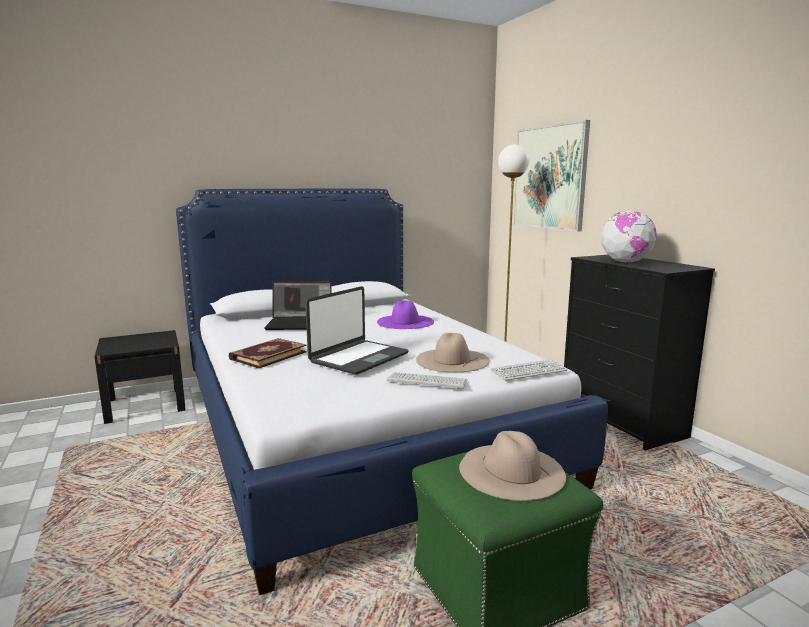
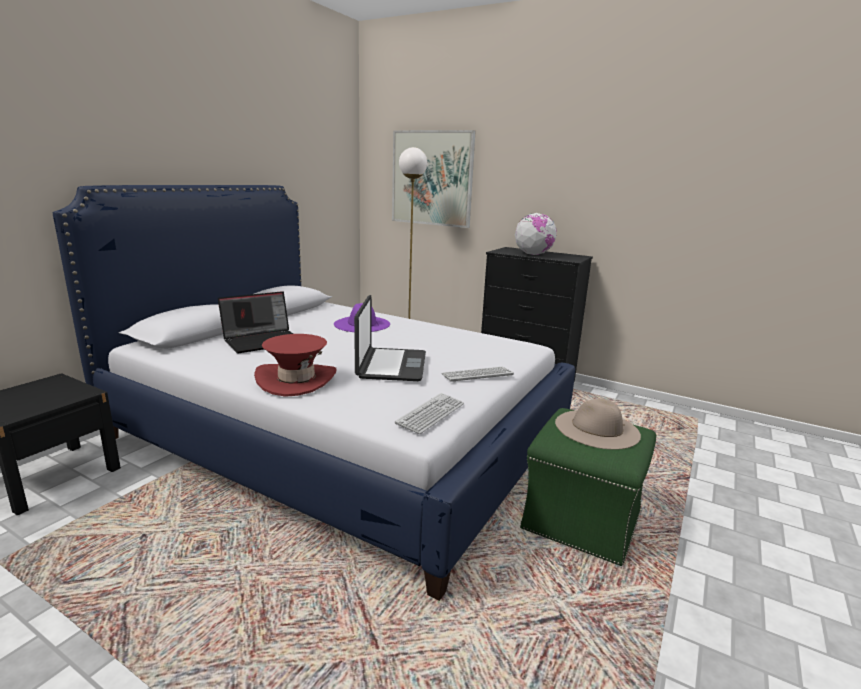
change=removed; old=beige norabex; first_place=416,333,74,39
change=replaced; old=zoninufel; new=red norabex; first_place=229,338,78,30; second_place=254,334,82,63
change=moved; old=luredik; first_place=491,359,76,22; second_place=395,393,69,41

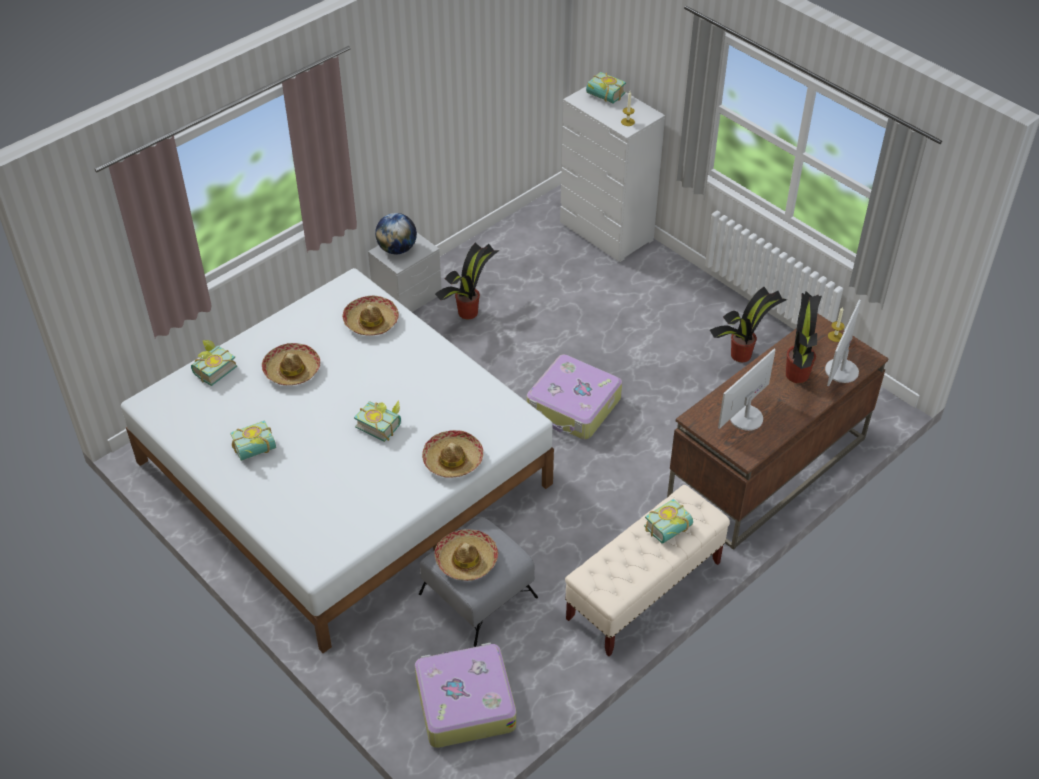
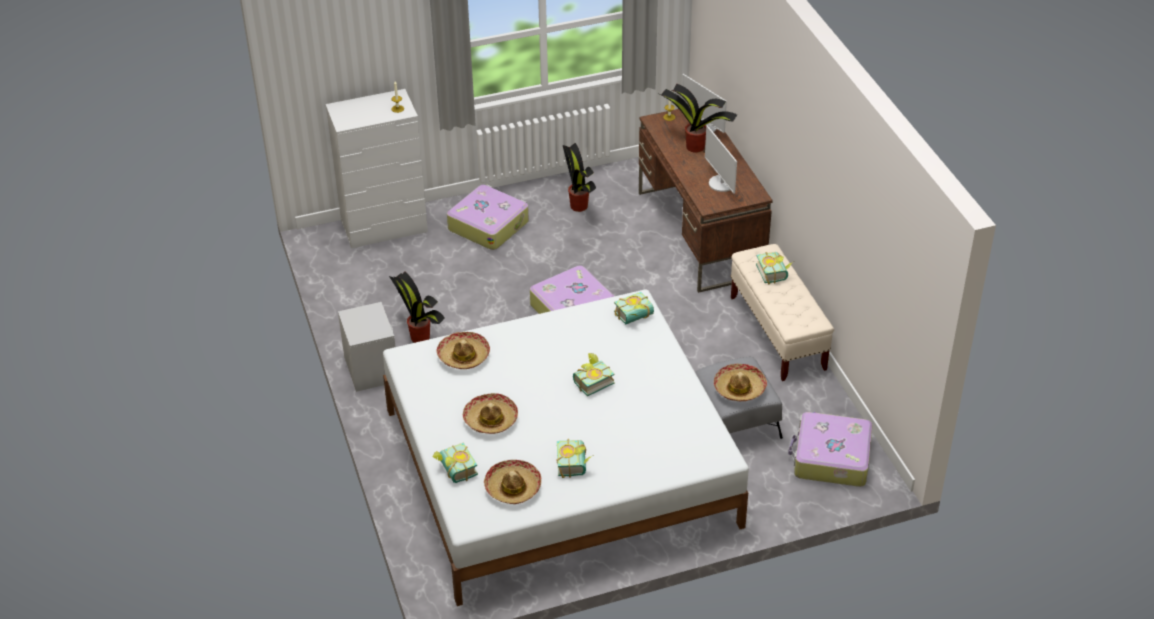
change=moved; old=zoninufel; first_place=586,72,40,32; second_place=614,292,40,33
change=removed; old=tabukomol; first_place=375,213,42,41
change=moved; old=norabex; first_place=422,430,61,48; second_place=484,460,57,44
change=added; new=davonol; second_place=447,185,82,65

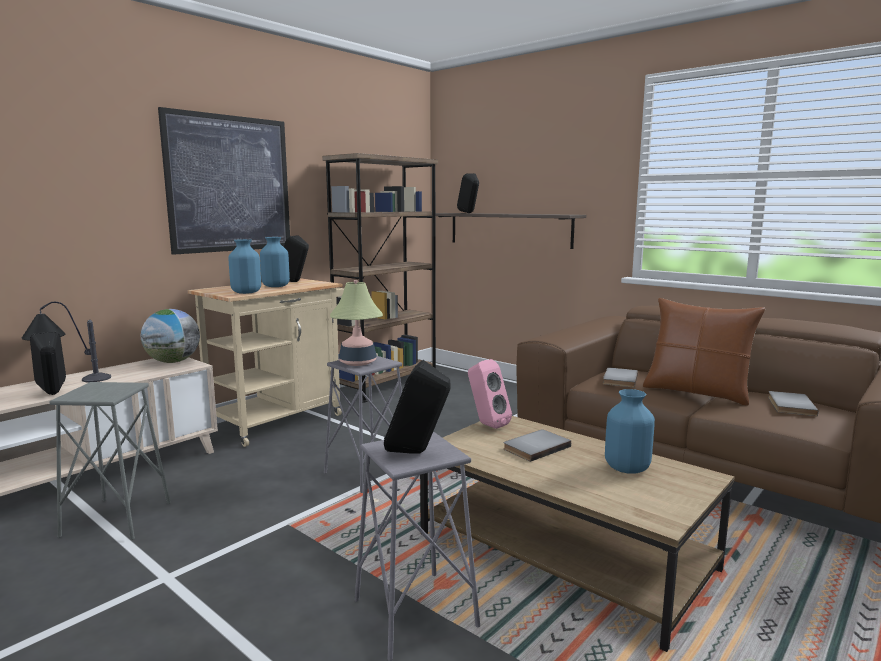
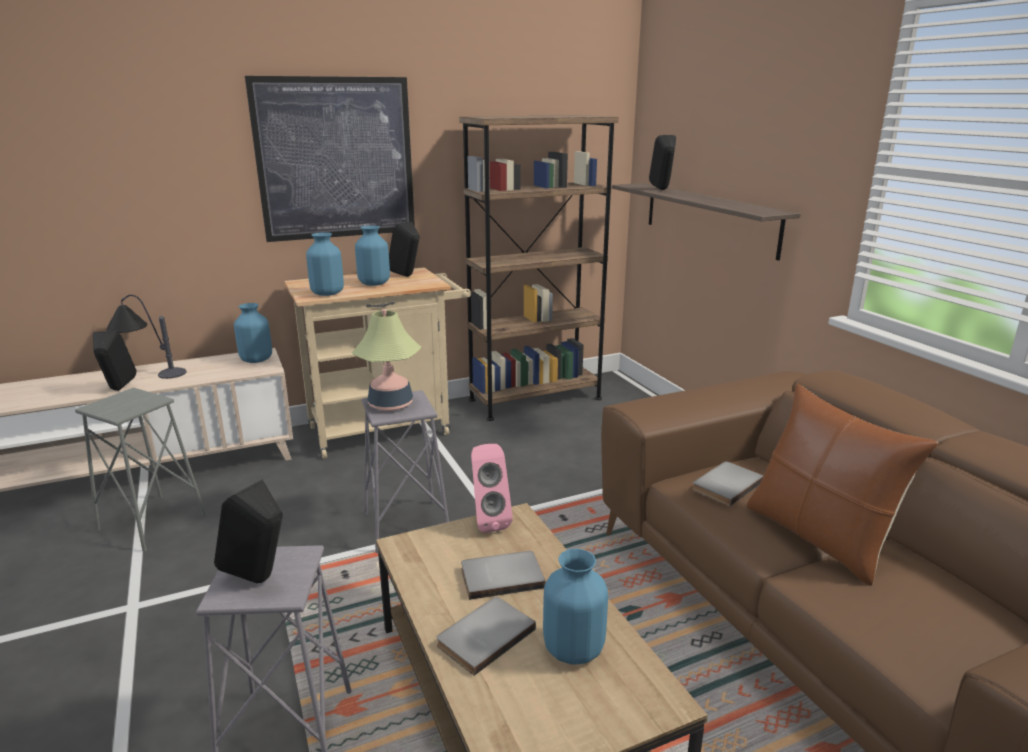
change=replaced; old=tabukomol; new=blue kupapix; first_place=141,309,59,54; second_place=234,303,38,60
change=moved; old=grey zoninufel; first_place=768,391,50,25; second_place=437,597,99,79

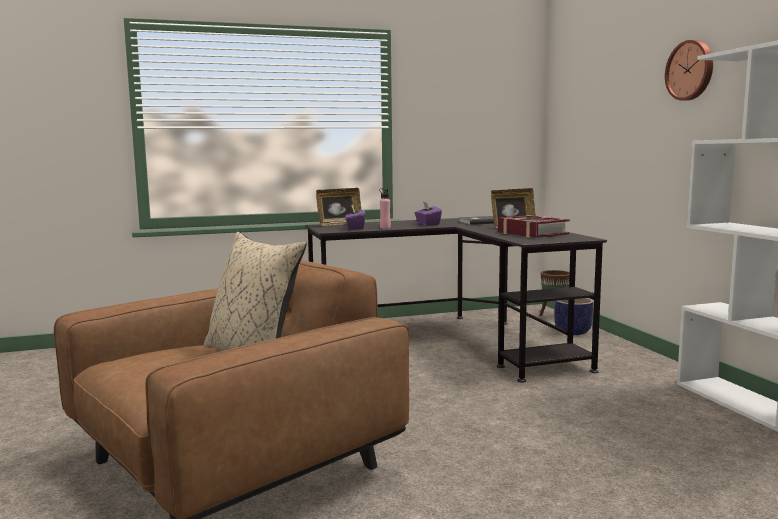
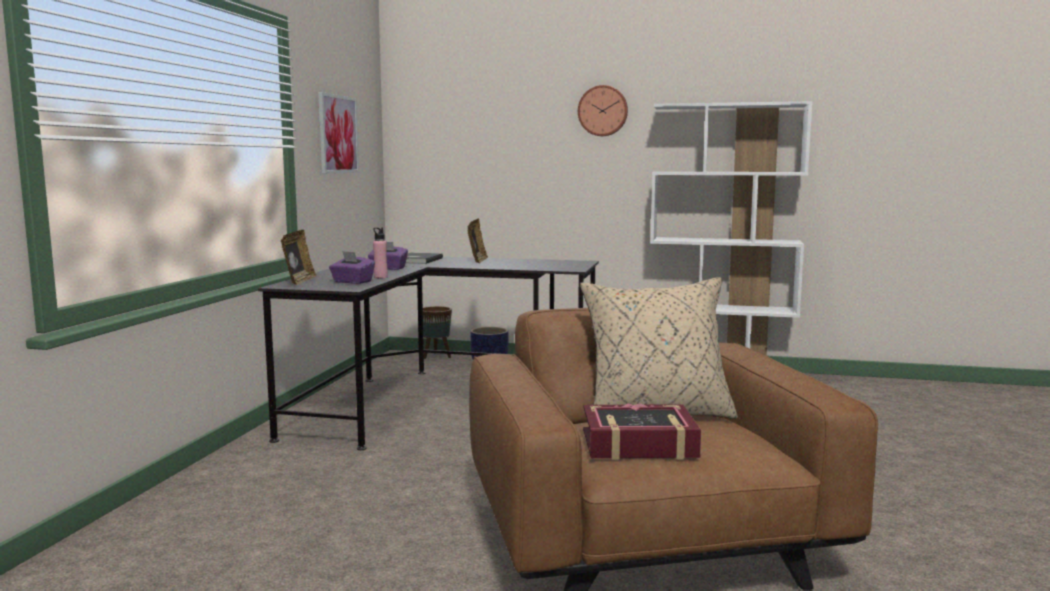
change=moved; old=zoninufel; first_place=498,215,72,23; second_place=583,403,118,57
change=added; new=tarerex; second_place=318,92,41,82

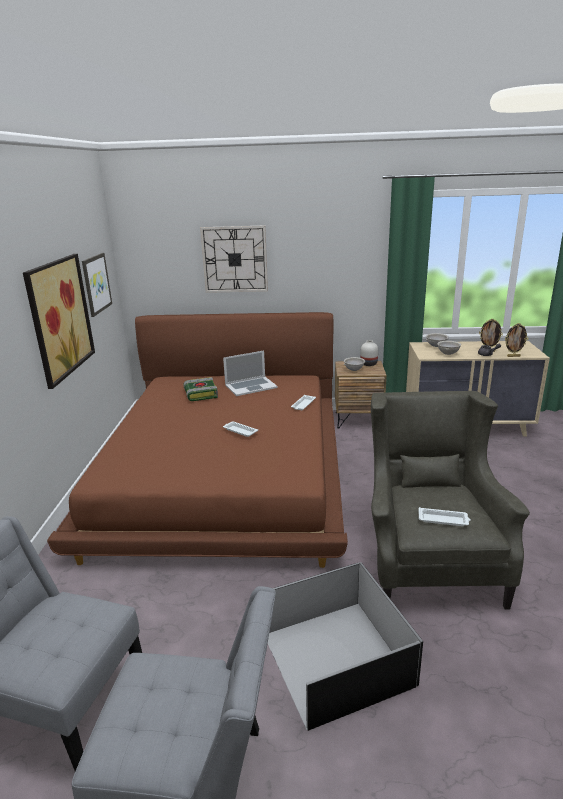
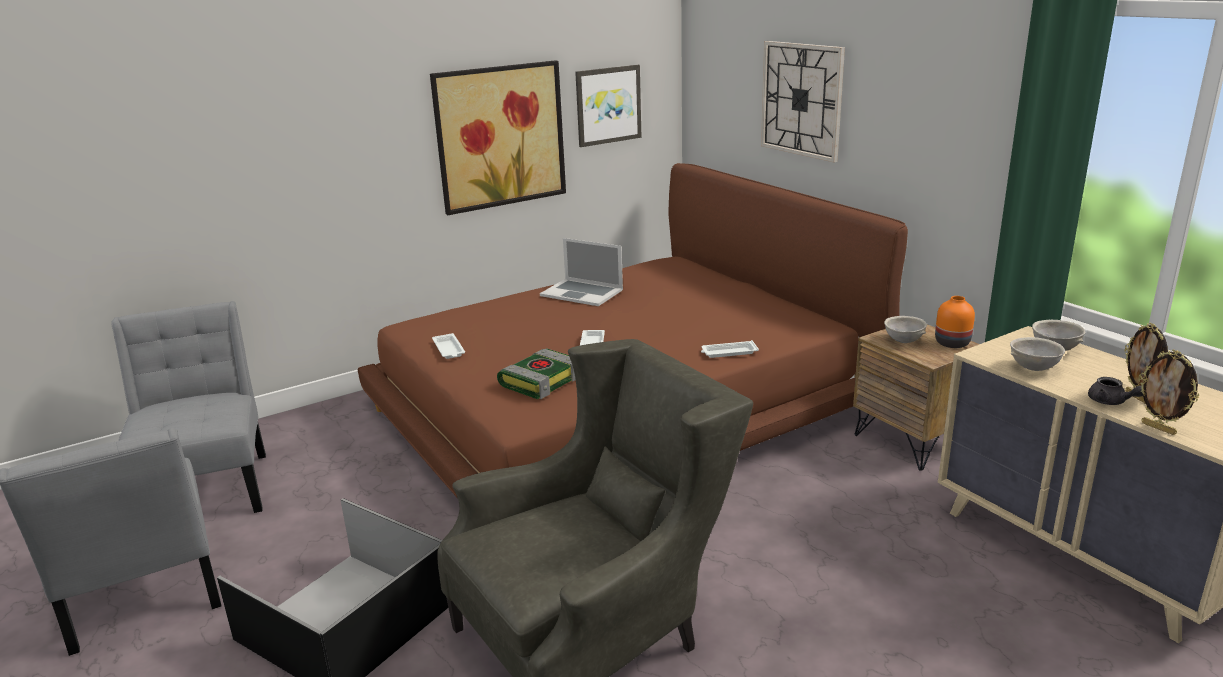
change=recoloured; old=white kupapix; new=orange kupapix; first_place=360,340,18,26; second_place=935,296,40,52
change=moved; old=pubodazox; first_place=223,351,55,45; second_place=540,238,83,68
change=moved; old=zoninufel; first_place=183,377,35,24; second_place=497,349,79,50
change=moved; old=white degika; first_place=419,507,52,19; second_place=432,333,33,26

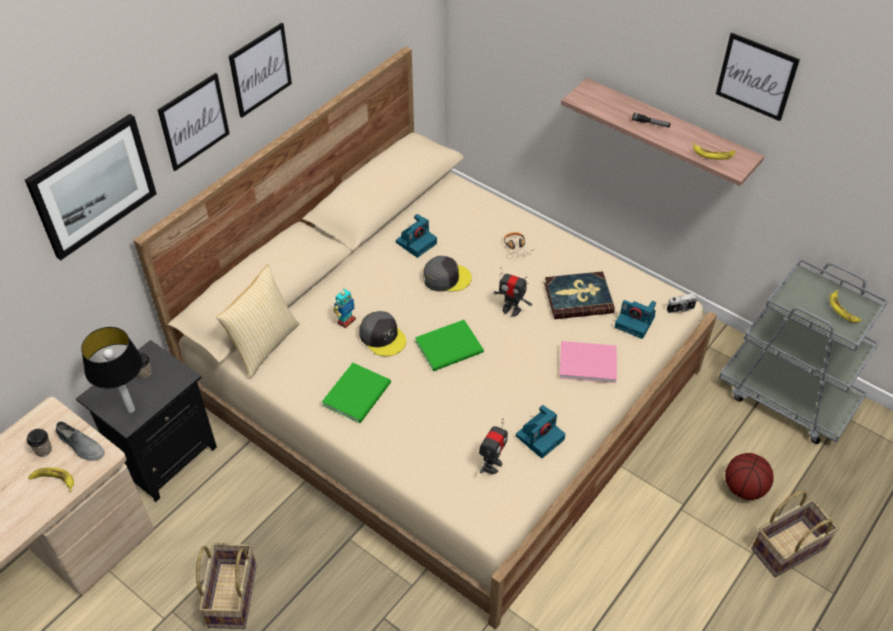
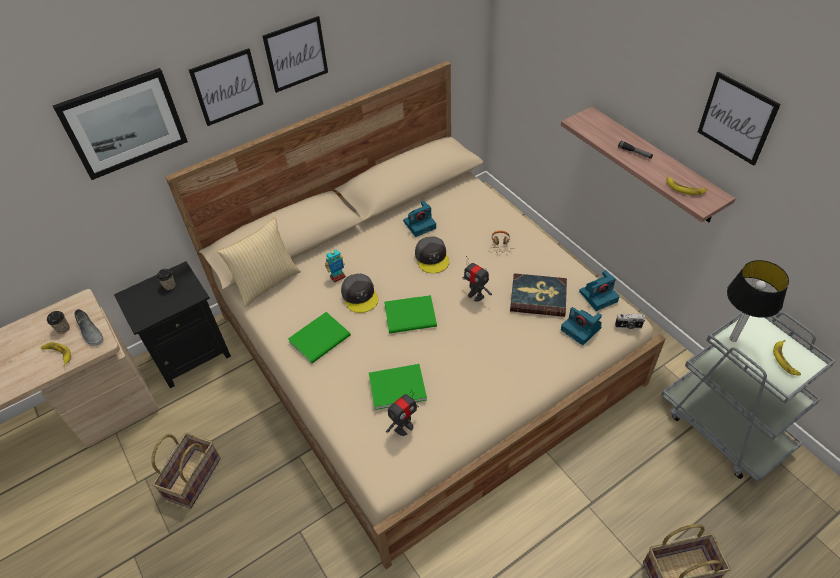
change=turned; old=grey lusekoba; first_place=424,256,48,36; second_place=415,236,34,37; degrees=60
change=moved; old=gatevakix; first_place=81,327,61,86; second_place=727,260,62,82
change=removed; old=pink zoninufel; first_place=559,341,58,42
change=moved; old=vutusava; first_place=516,405,49,53; second_place=579,270,41,41
change=removed; old=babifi; first_place=725,453,49,47
change=added; new=green zoninufel; second_place=369,364,58,46

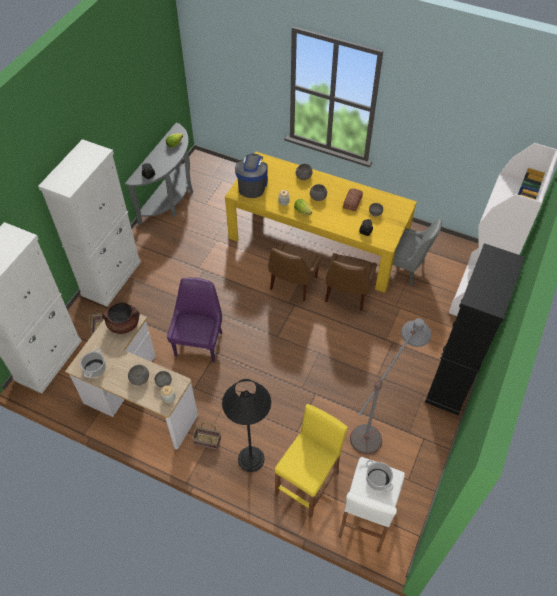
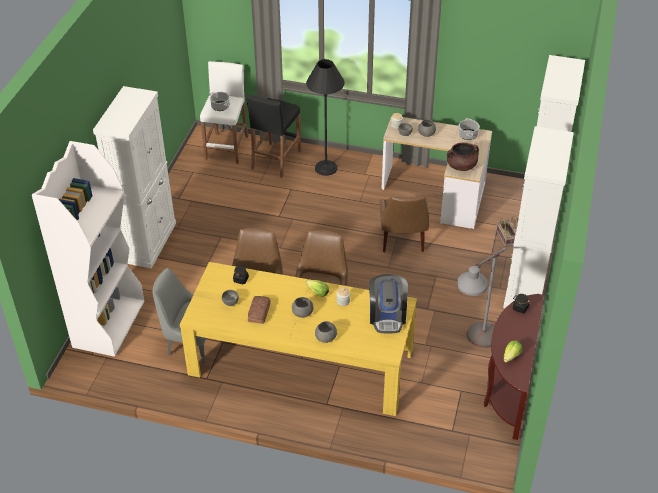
change=recoloured; old=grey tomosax; new=brown tomosax; first_place=125,123,68,102; second_place=484,294,60,146
change=recoloured; old=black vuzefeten; new=white vuzefeten; first_place=425,243,100,172; second_place=93,86,83,183
change=recoloured; old=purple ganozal; new=brown ganozal; first_place=167,277,55,85; second_place=380,197,49,55
change=moved; old=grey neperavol; first_place=350,318,81,137; second_place=457,248,49,100
change=recoloured; old=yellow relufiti; new=black relufiti; first_place=275,404,73,114; second_place=246,94,55,84
change=removed; old=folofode; first_place=192,422,29,28

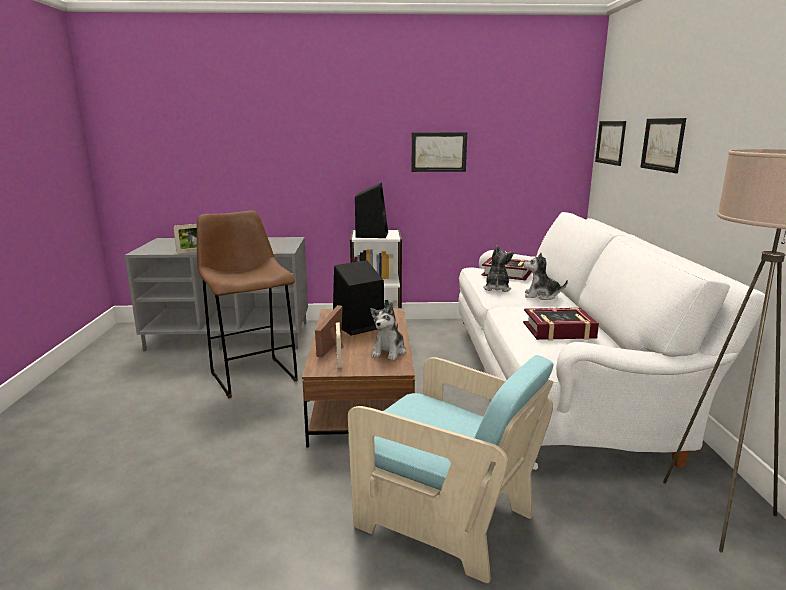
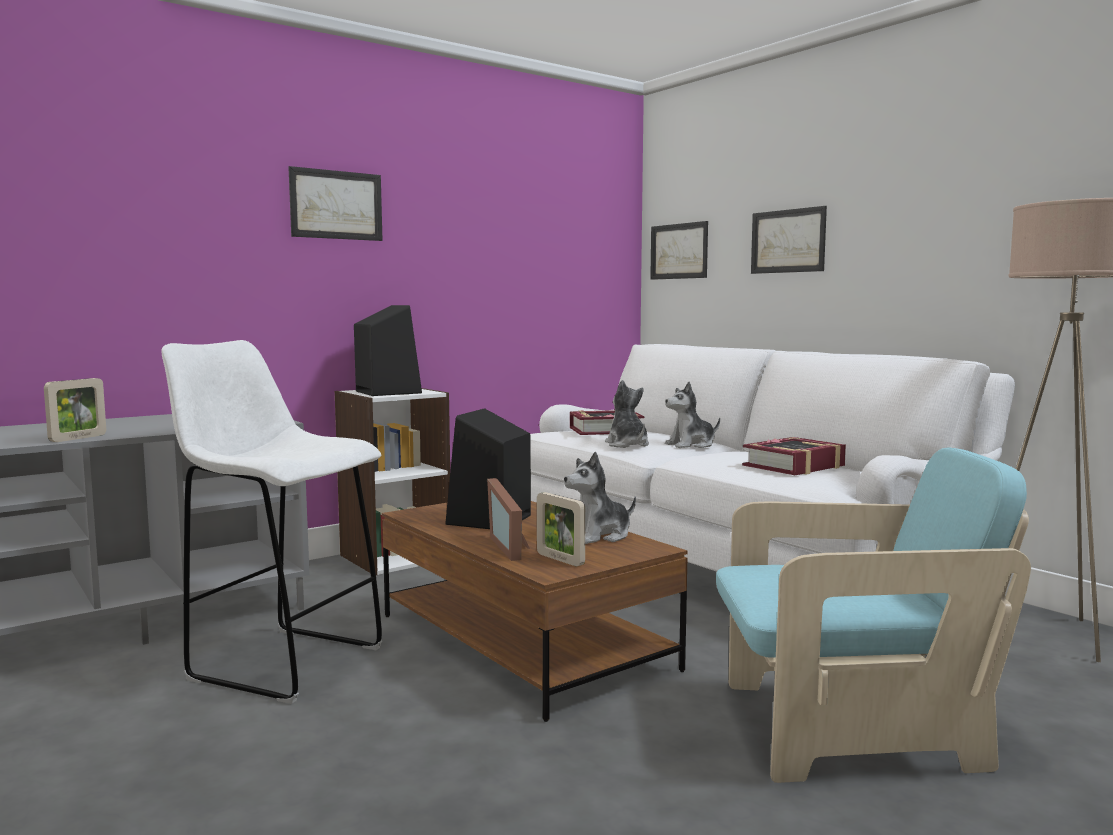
change=moved; old=tarerex; first_place=411,132,56,40; second_place=288,166,95,75
change=recoloured; old=brown relufiti; new=white relufiti; first_place=197,210,101,188; second_place=162,340,220,364
change=turned; old=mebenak; first_place=370,303,36,57; second_place=564,452,72,92; degrees=75

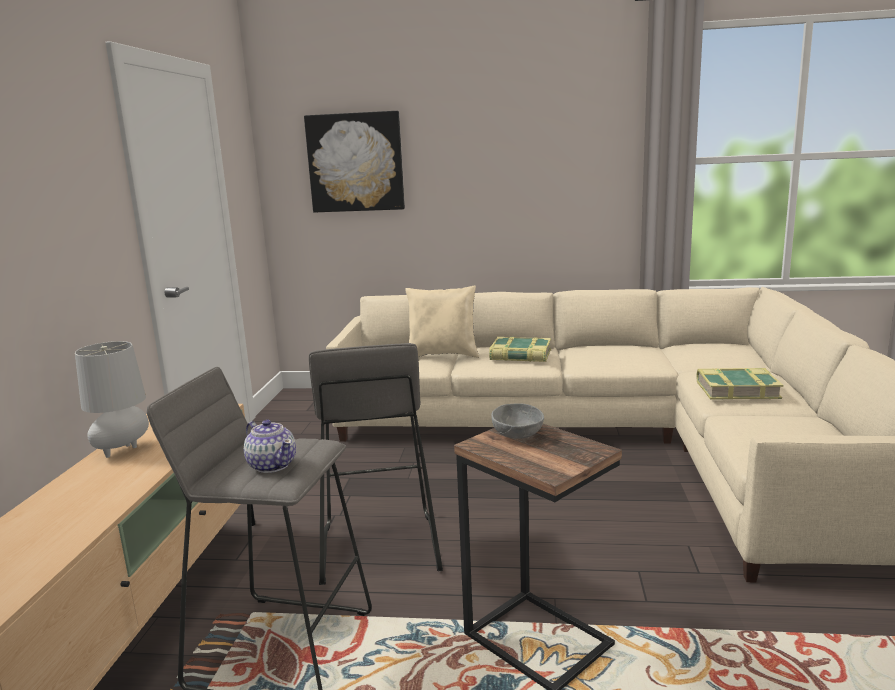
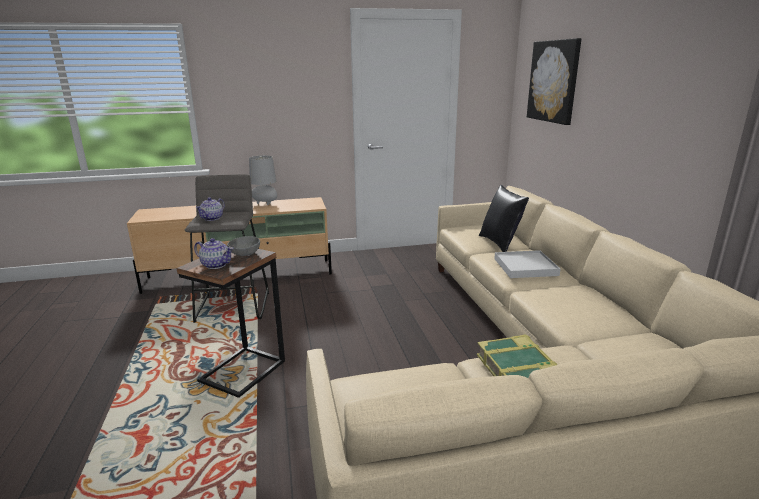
change=recoloured; old=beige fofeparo; new=black fofeparo; first_place=406,285,73,73; second_place=479,185,50,67
change=replaced; old=zoninufel; new=white degika; first_place=489,337,62,25; second_place=494,250,66,28
change=removed; old=grey relufiti; first_place=309,343,134,242
change=added; new=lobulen; second_place=194,238,40,31

